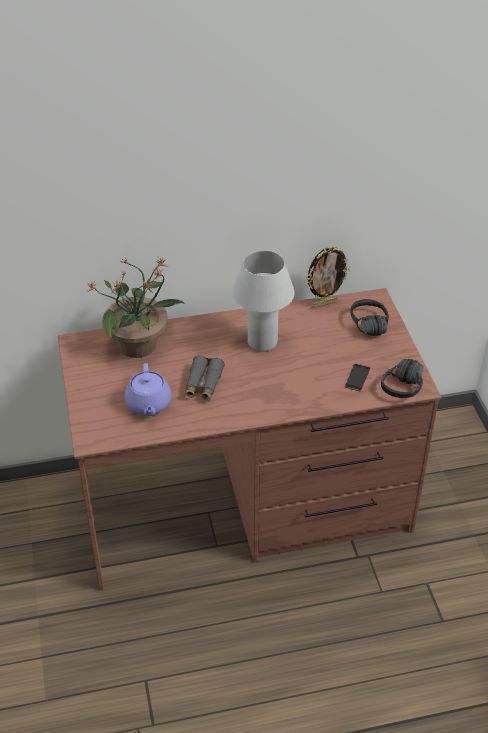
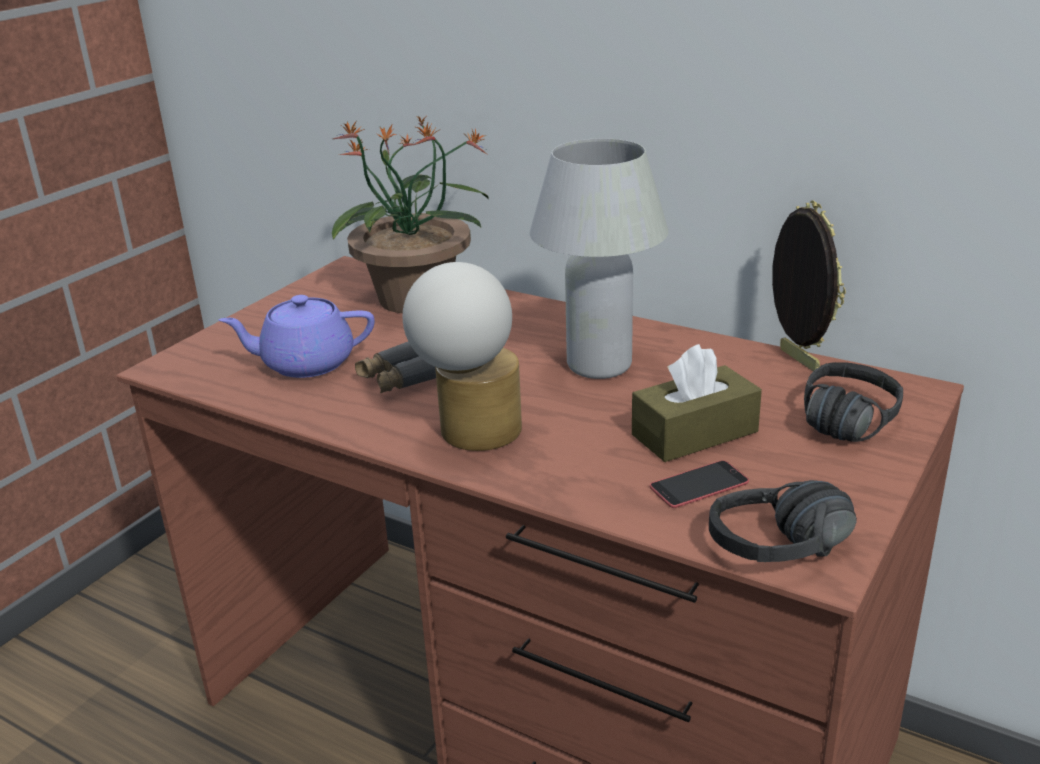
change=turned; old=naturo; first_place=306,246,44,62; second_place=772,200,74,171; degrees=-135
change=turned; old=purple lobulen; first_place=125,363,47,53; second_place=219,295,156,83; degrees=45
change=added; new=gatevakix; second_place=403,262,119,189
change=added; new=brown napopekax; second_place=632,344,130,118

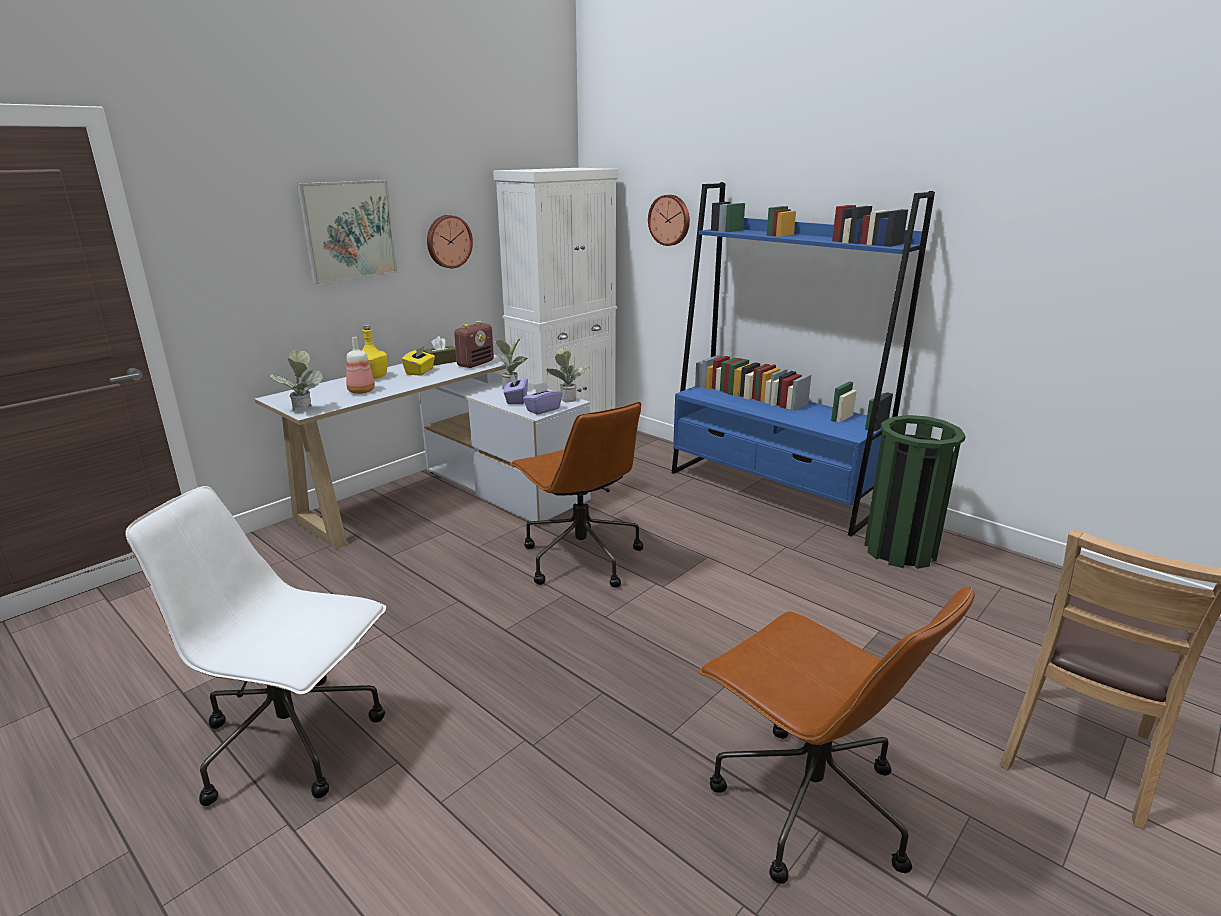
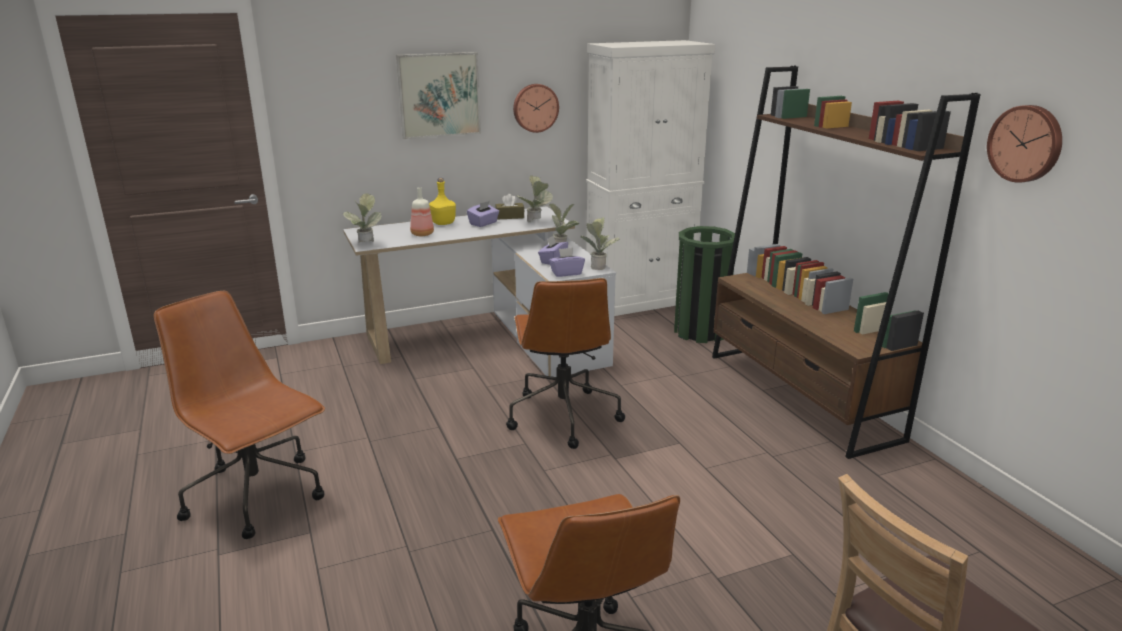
change=recoloured; old=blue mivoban; new=brown mivoban; first_place=672,182,263,355; second_place=712,66,268,393
change=moved; old=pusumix; first_place=648,195,42,51; second_place=987,105,75,78
change=replaced; old=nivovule; new=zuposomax; first_place=454,321,40,47; second_place=517,175,36,48
change=recoloured; old=yellow napopekax; new=purple napopekax; first_place=402,346,33,30; second_place=467,201,32,26
change=moved; old=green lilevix; first_place=864,415,102,154; second_place=674,226,61,117
change=recoloured; old=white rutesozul; new=brown rutesozul; first_place=125,486,262,320; second_place=154,291,171,248

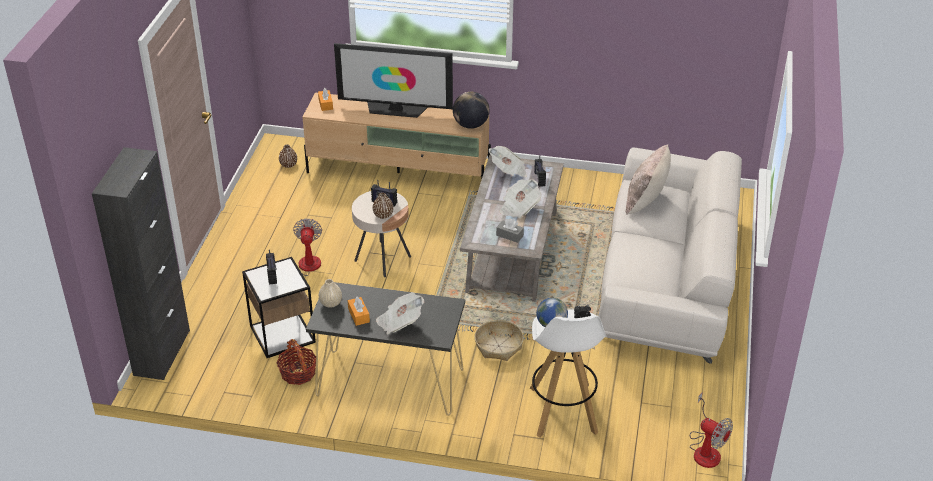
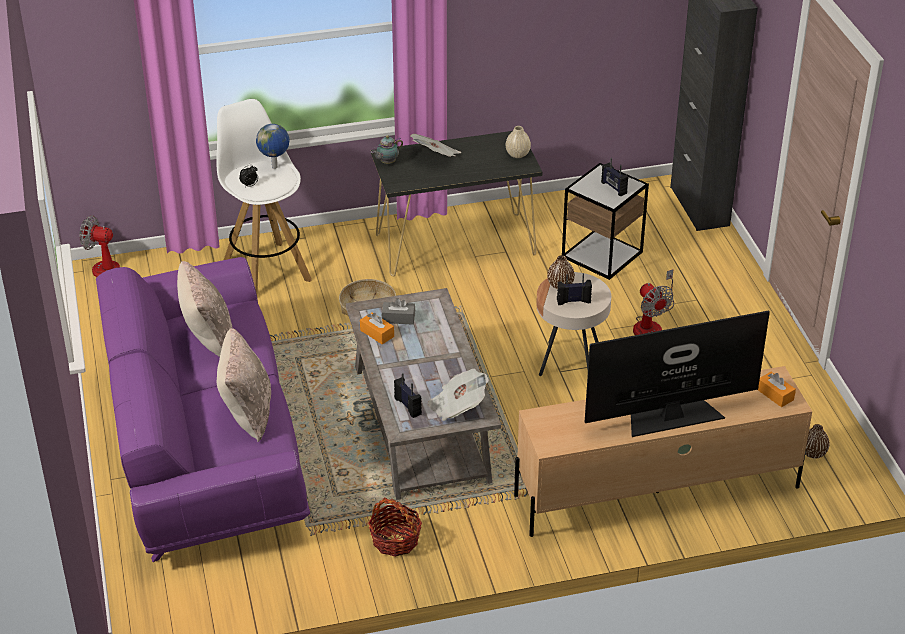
change=removed; old=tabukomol; first_place=453,92,36,37
change=recoloured; old=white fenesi; new=purple fenesi; first_place=599,147,143,217; second_place=96,257,214,305
change=removed; old=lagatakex; first_place=499,179,43,40
change=moved; old=orange napopekax; first_place=348,297,22,29; second_place=360,312,34,32
change=moved; old=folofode; first_place=277,339,39,46; second_place=368,497,54,60
change=added; new=lobulen; second_place=371,135,32,29
change=added; new=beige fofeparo; second_place=177,261,55,96

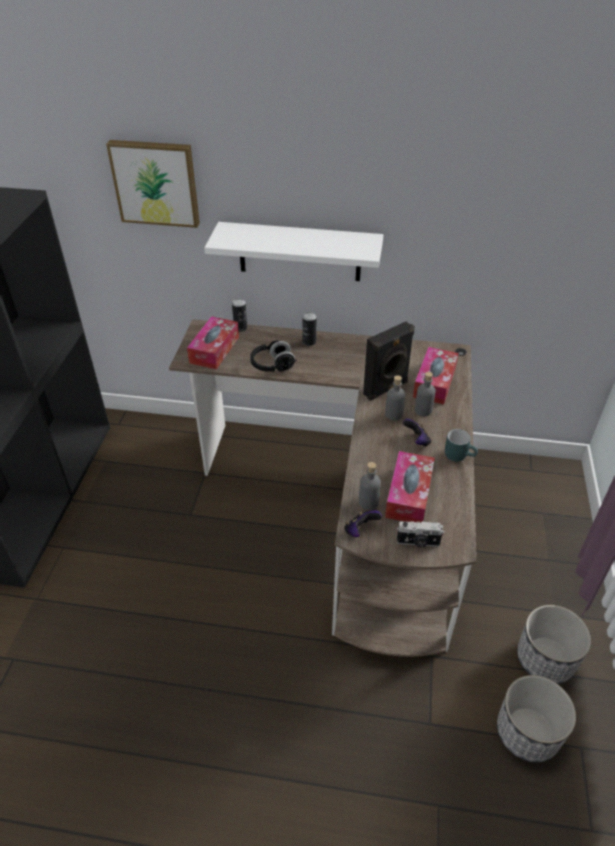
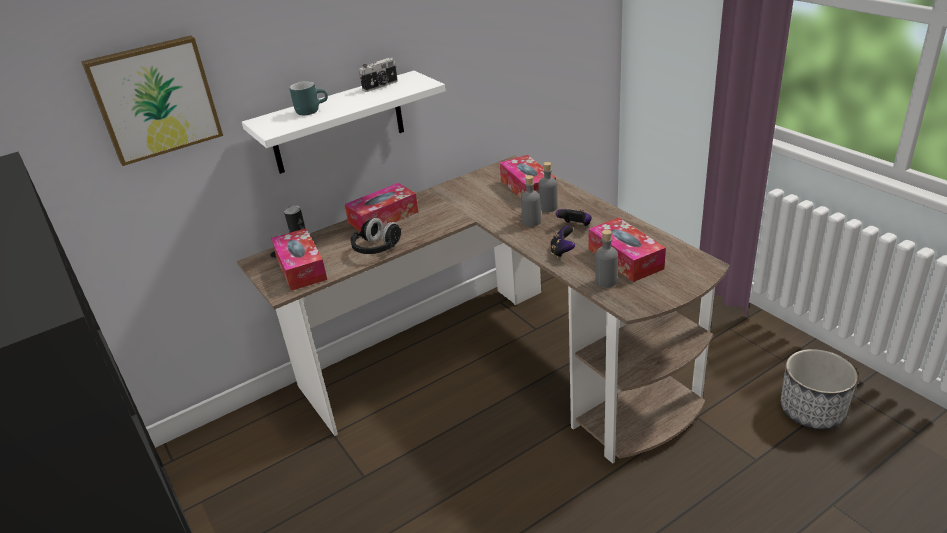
change=replaced; old=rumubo; new=napopekax; first_place=302,312,14,34; second_place=345,183,73,48
change=removed; old=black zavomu; first_place=363,322,52,79
change=moved; old=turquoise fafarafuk; first_place=445,429,33,33; second_place=289,81,39,34
change=moved; old=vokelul; first_place=344,510,38,27; second_place=550,226,25,32
change=moved; old=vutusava; first_place=397,521,47,26; second_place=359,58,39,34
change=removed; old=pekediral; first_place=517,605,74,79

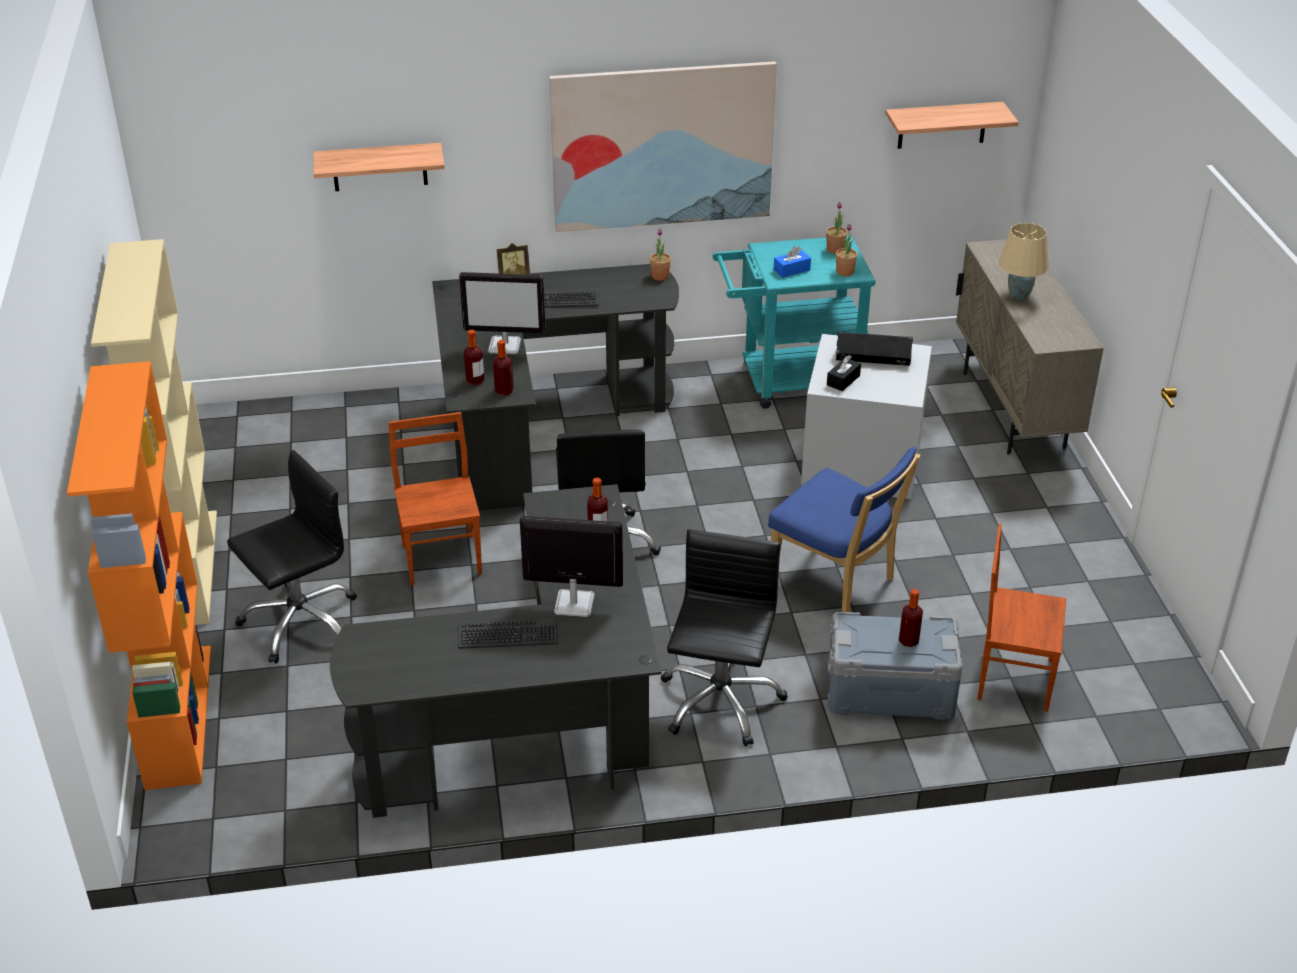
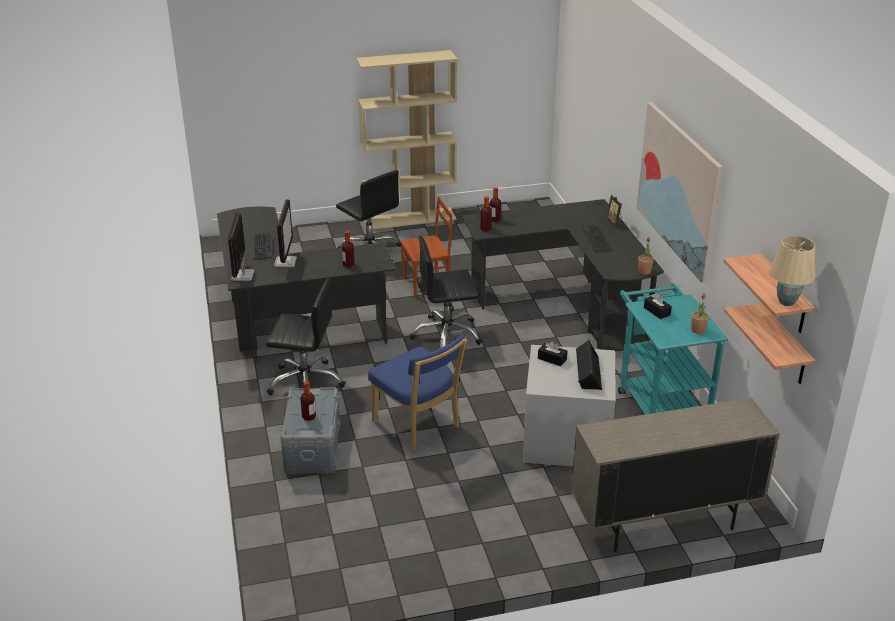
change=moved; old=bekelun; first_place=313,143,132,48; second_place=724,303,91,81
change=moved; old=beige gatevakix; first_place=999,223,50,77; second_place=769,236,47,70
change=removed; old=zuposomax; first_place=836,224,21,52
change=recoloured; old=blue napopekax; new=black napopekax; first_place=774,246,37,32; second_place=644,293,28,26
change=moved; old=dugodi; first_place=459,272,87,83; second_place=228,212,26,69
change=removed; old=orange mivoban; first_place=67,361,144,429
change=turned; old=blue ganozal; first_place=768,447,153,165; second_place=368,334,99,117; degrees=-75
change=removed; old=brown ganozal; first_place=977,523,89,189

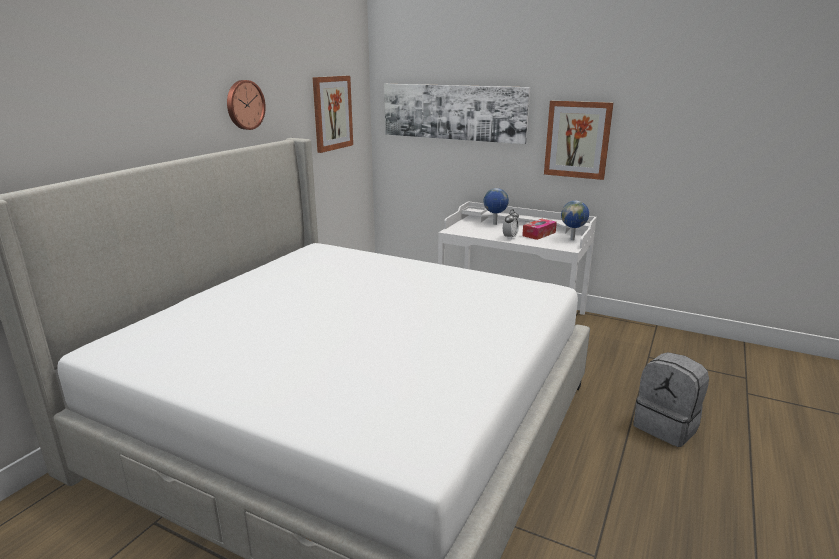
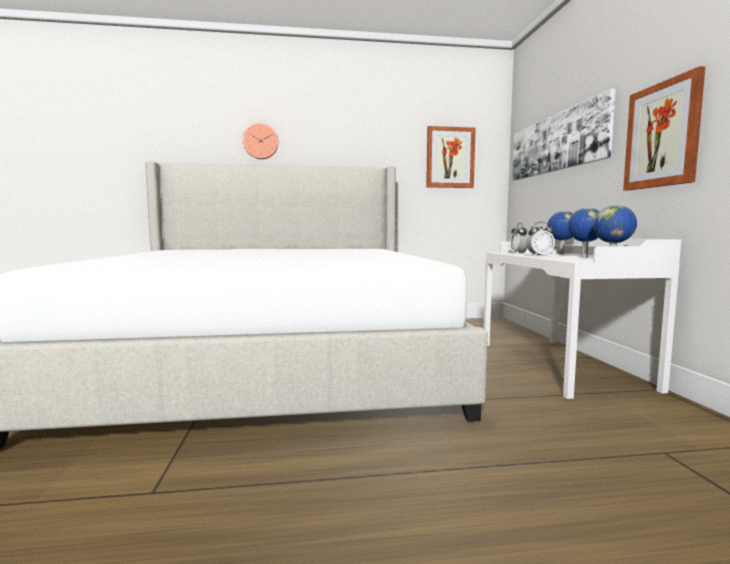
change=moved; old=pusumix; first_place=227,80,39,50; second_place=243,123,36,36
change=replaced; old=napopekax; new=tabukomol; first_place=522,219,35,21; second_place=568,208,32,50
change=removed; old=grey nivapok; first_place=633,352,76,95
change=added; new=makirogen; second_place=510,223,18,31

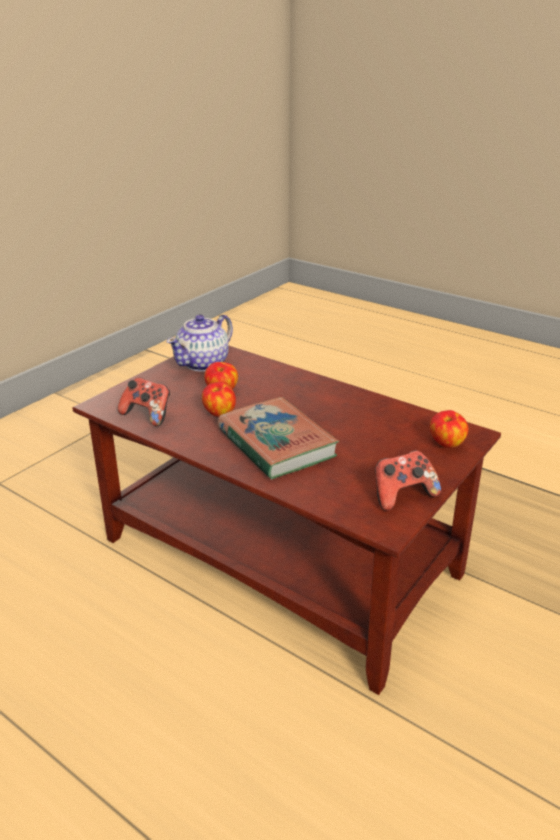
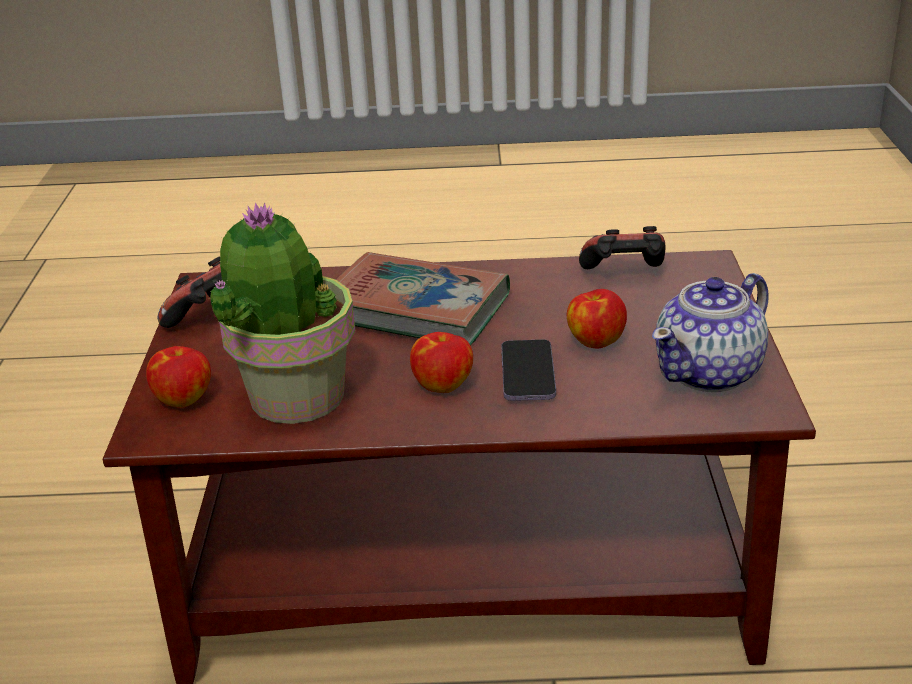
change=turned; old=lobulen; first_place=167,314,66,58; second_place=652,273,117,119; degrees=-135
change=moved; old=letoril; first_place=202,382,34,35; second_place=410,332,63,61
change=added; new=zuposomax; second_place=210,202,145,222
change=added; new=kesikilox; second_place=501,340,55,61

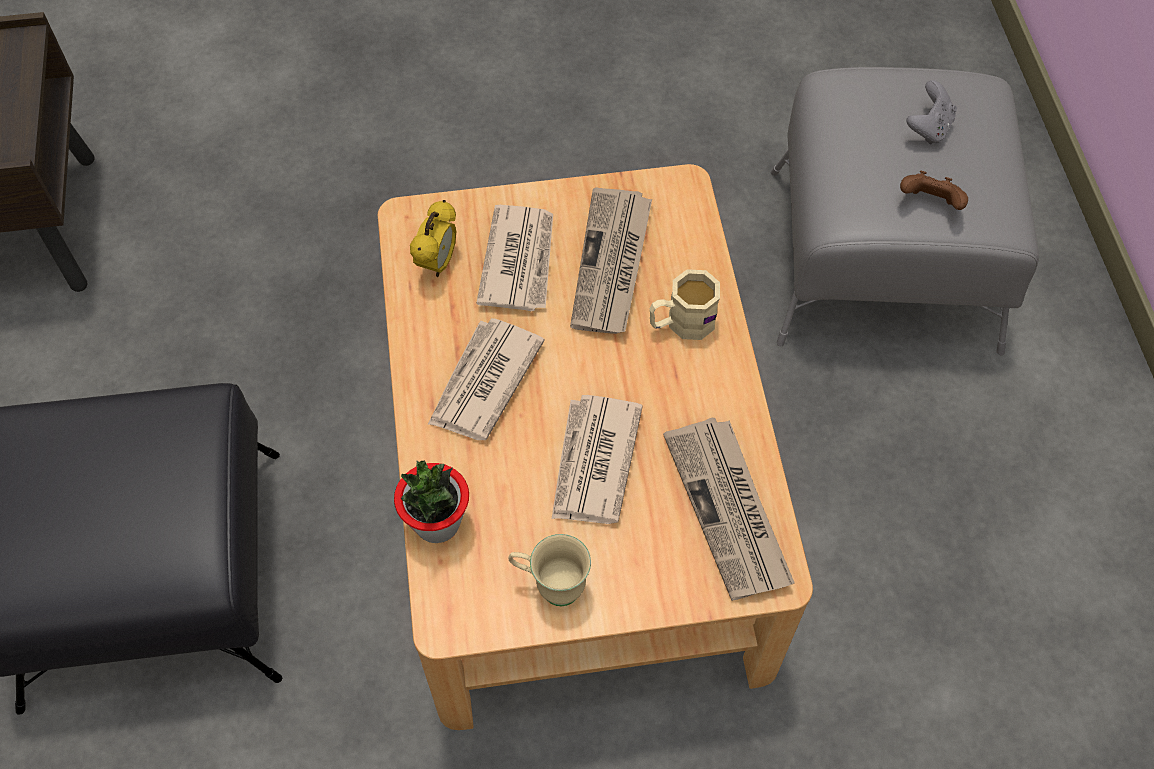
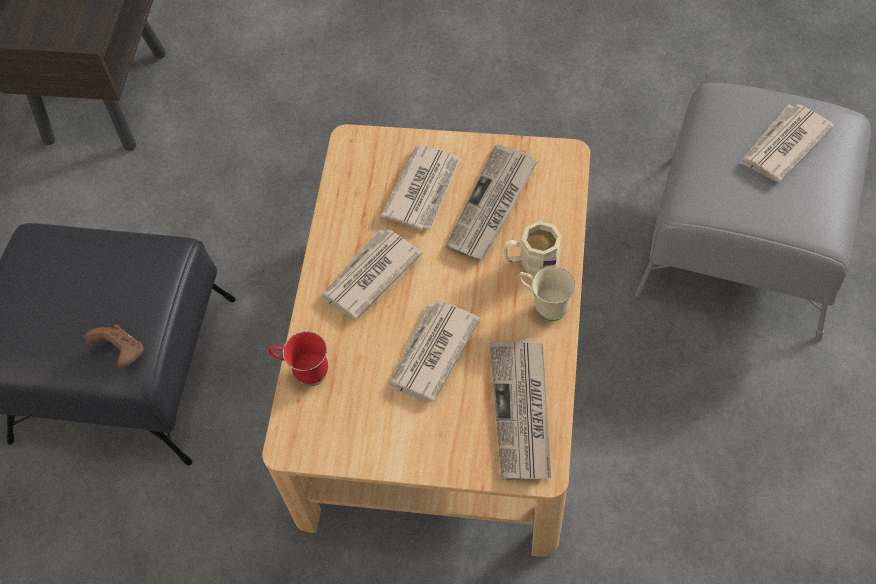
change=replaced; old=grey vokelul; new=lagatakex; first_place=906,80,51,64; second_place=739,104,95,78
change=moved; old=brown vokelul; first_place=900,170,68,40; second_place=84,325,60,43
change=removed; old=makirogen; first_place=410,200,47,77
change=replaced; old=zuposomax; new=red fafarafuk; first_place=394,461,75,82; second_place=269,331,59,55
change=moved; old=beige fafarafuk; first_place=508,534,83,72; second_place=518,266,58,55

